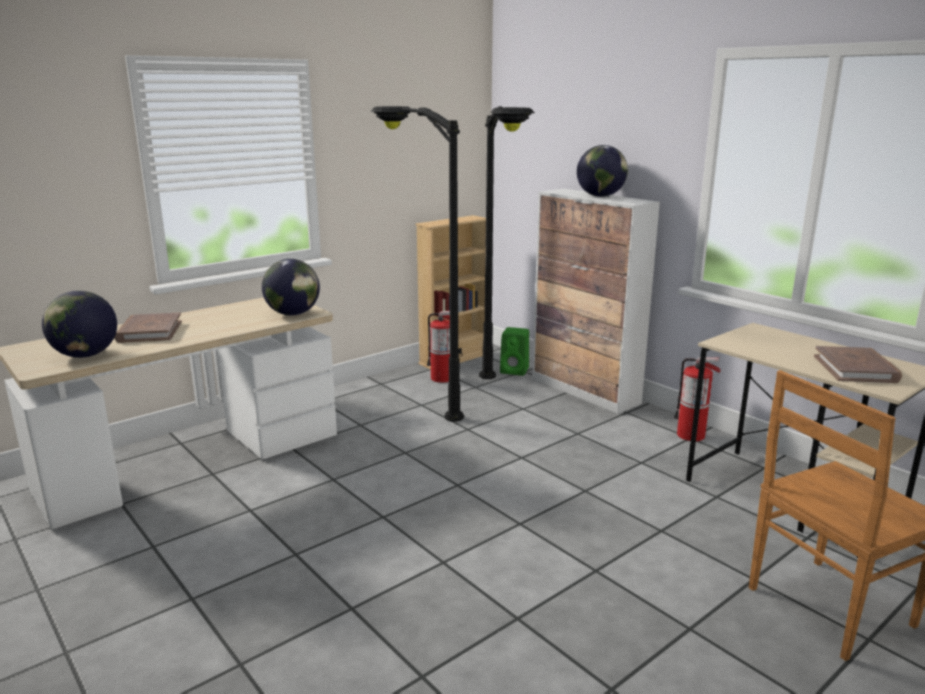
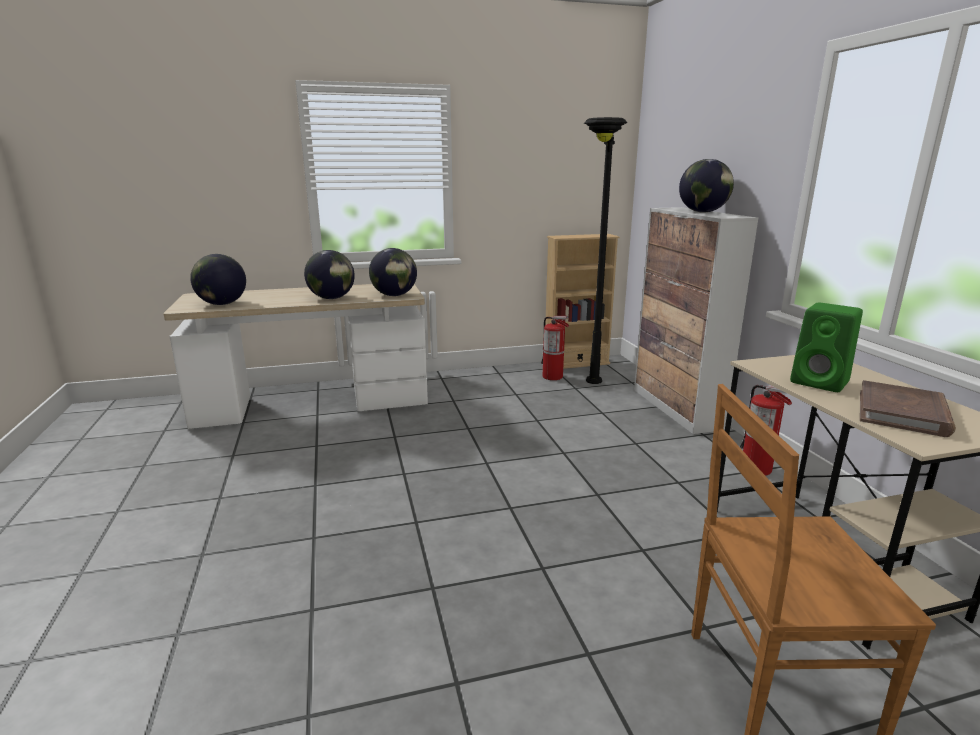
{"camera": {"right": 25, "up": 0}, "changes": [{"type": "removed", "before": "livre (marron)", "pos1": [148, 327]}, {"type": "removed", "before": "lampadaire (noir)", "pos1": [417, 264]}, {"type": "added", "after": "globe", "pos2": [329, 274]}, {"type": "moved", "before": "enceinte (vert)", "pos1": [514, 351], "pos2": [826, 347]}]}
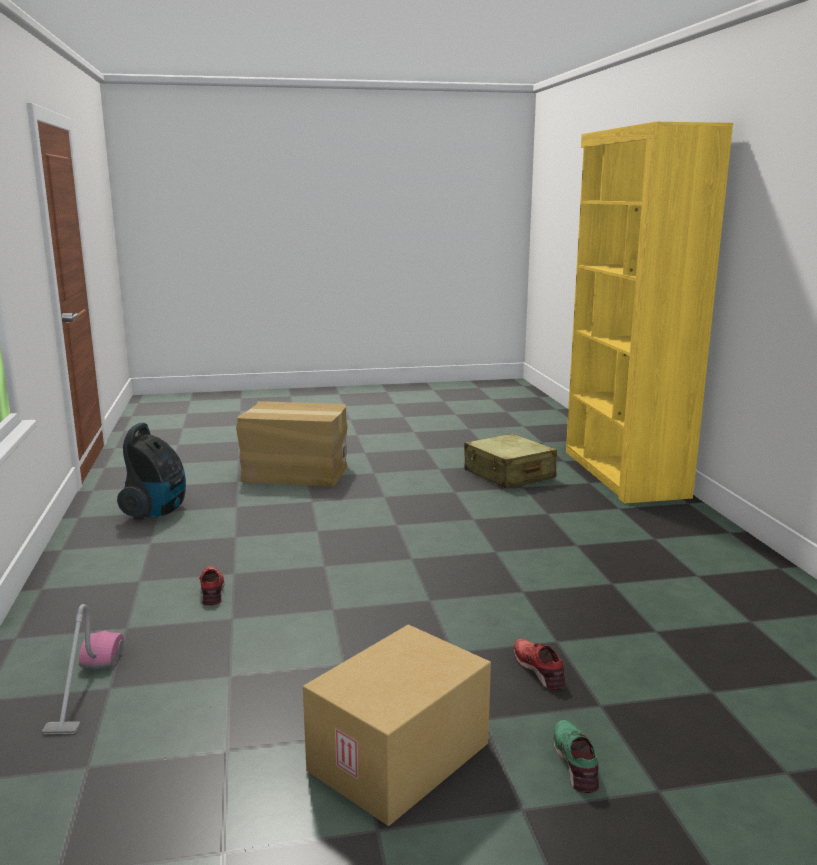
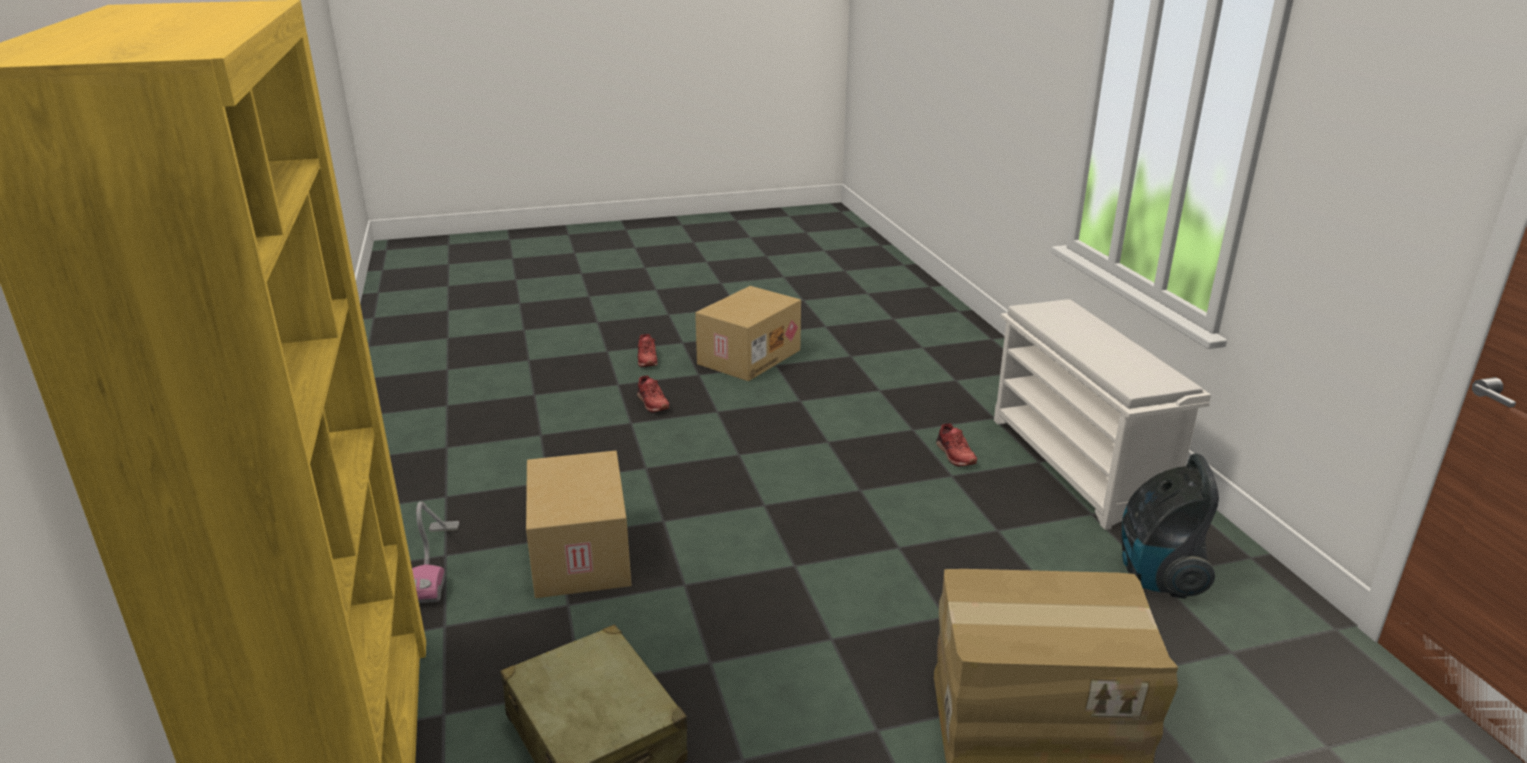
{"camera": {"right": 175, "up": 10}, "changes": [{"type": "added", "after": "carton", "pos2": [578, 524]}, {"type": "added", "after": "étagère à chaussures (blanc)", "pos2": [1102, 414]}, {"type": "moved", "before": "aspirateur", "pos1": [83, 669], "pos2": [435, 552]}, {"type": "recoloured", "before": "chaussure (vert)", "after": "chaussure (rouge)", "pos1": [576, 756], "pos2": [648, 350]}]}
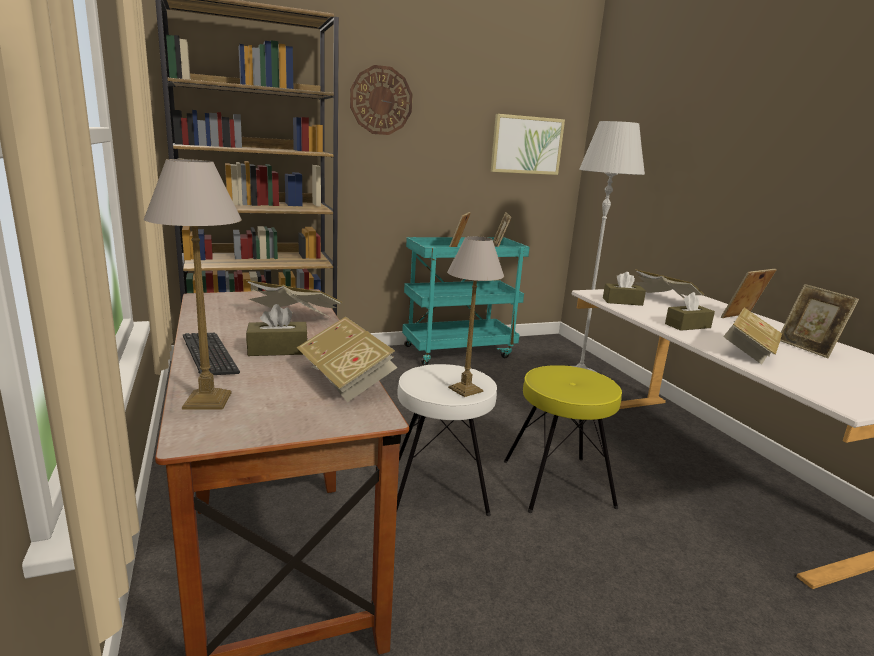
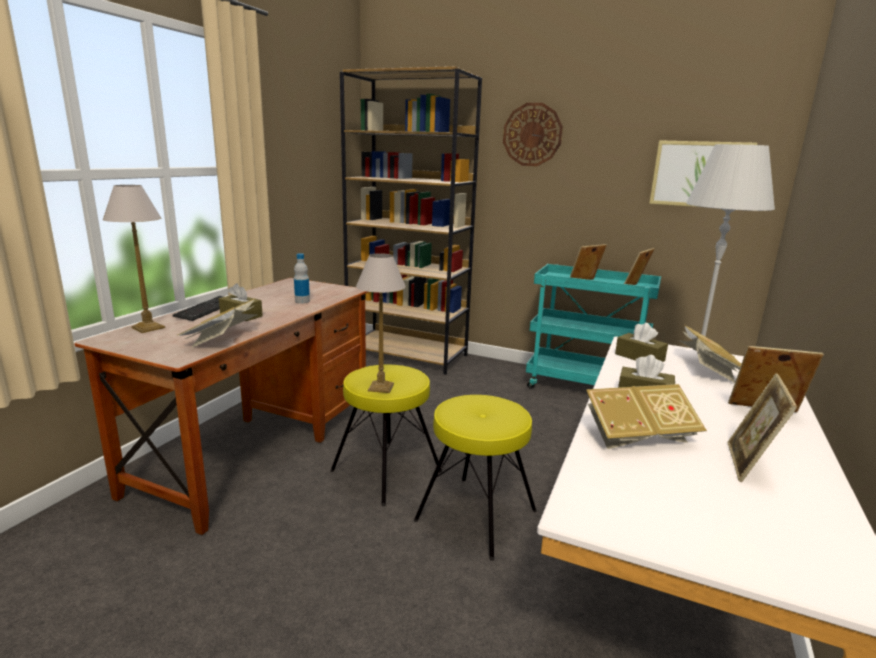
{"camera": {"right": 45, "up": 0}, "changes": [{"type": "replaced", "before": "livre", "after": "bouteille", "pos1": [294, 298], "pos2": [302, 278]}, {"type": "recoloured", "before": "tabouret (blanc)", "after": "tabouret (jaune)", "pos1": [447, 440], "pos2": [386, 435]}]}
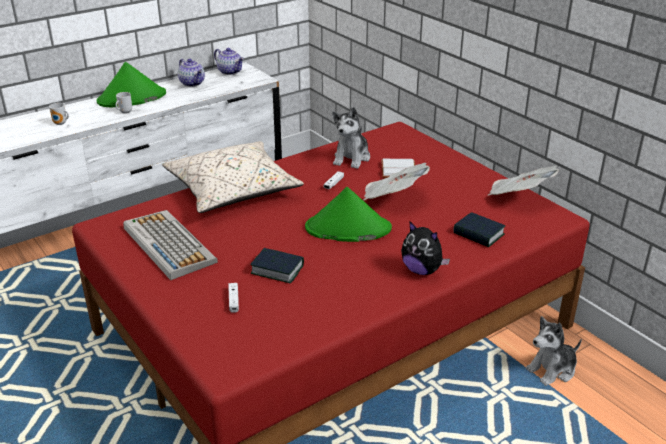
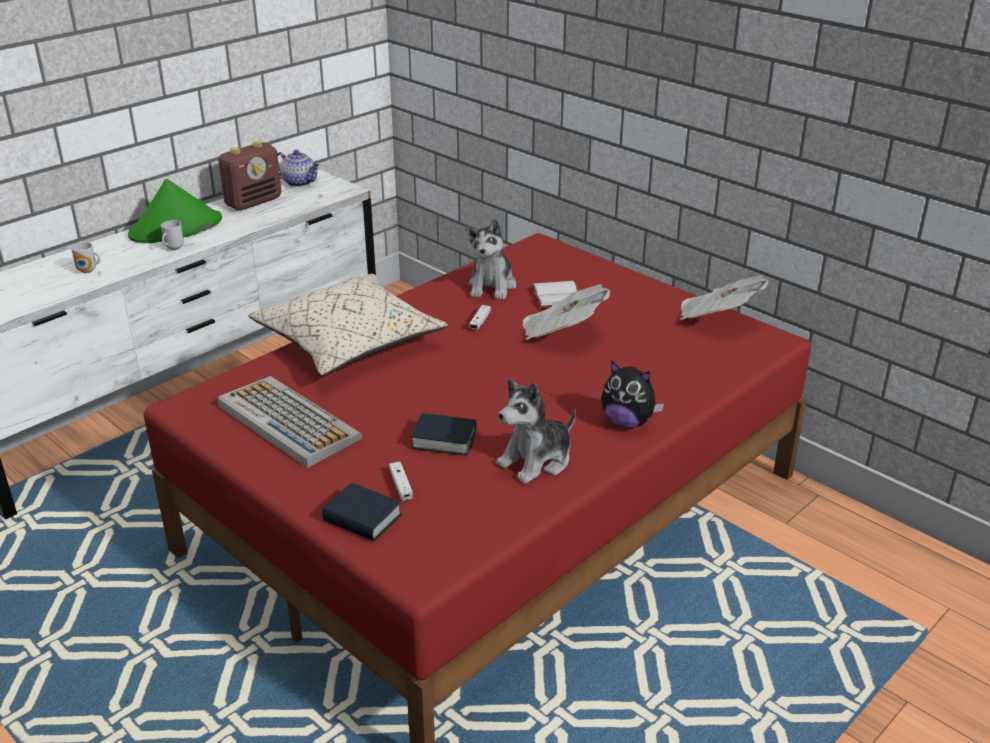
{"camera": {"right": -10, "up": 0}, "changes": [{"type": "removed", "before": "chapeau (vert)", "pos1": [348, 214]}, {"type": "moved", "before": "livre", "pos1": [479, 229], "pos2": [362, 512]}, {"type": "moved", "before": "peluche", "pos1": [554, 351], "pos2": [536, 431]}, {"type": "replaced", "before": "théière", "after": "radio", "pos1": [191, 73], "pos2": [249, 175]}]}
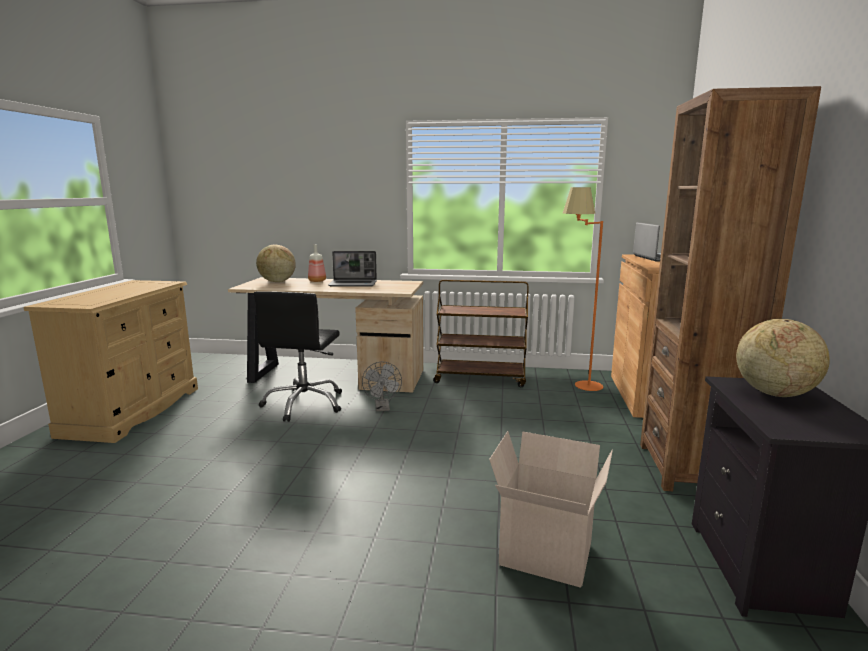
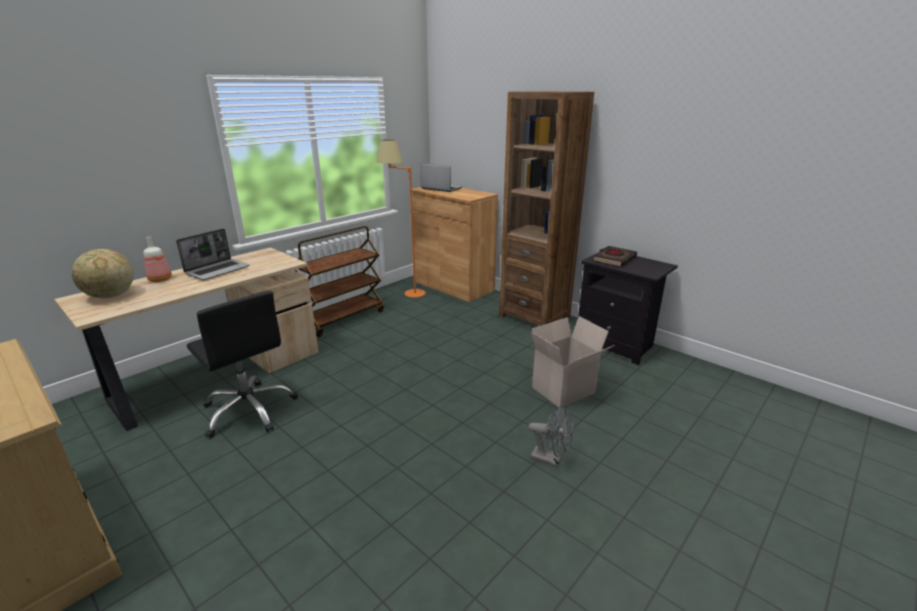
{"camera": {"right": -55, "up": 10}, "changes": [{"type": "moved", "before": "ventilateur (gris)", "pos1": [382, 386], "pos2": [550, 436]}, {"type": "replaced", "before": "globe", "after": "livre (noir)", "pos1": [783, 358], "pos2": [615, 256]}]}
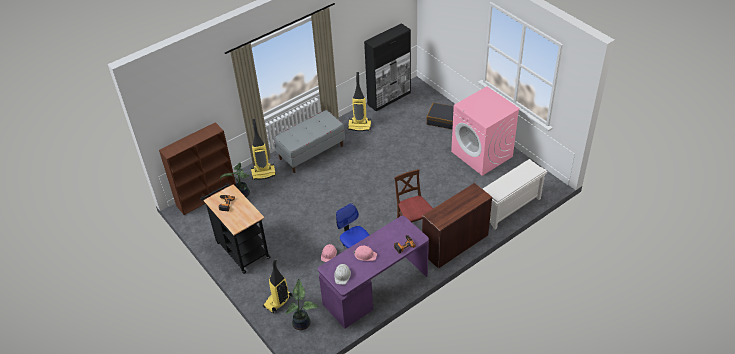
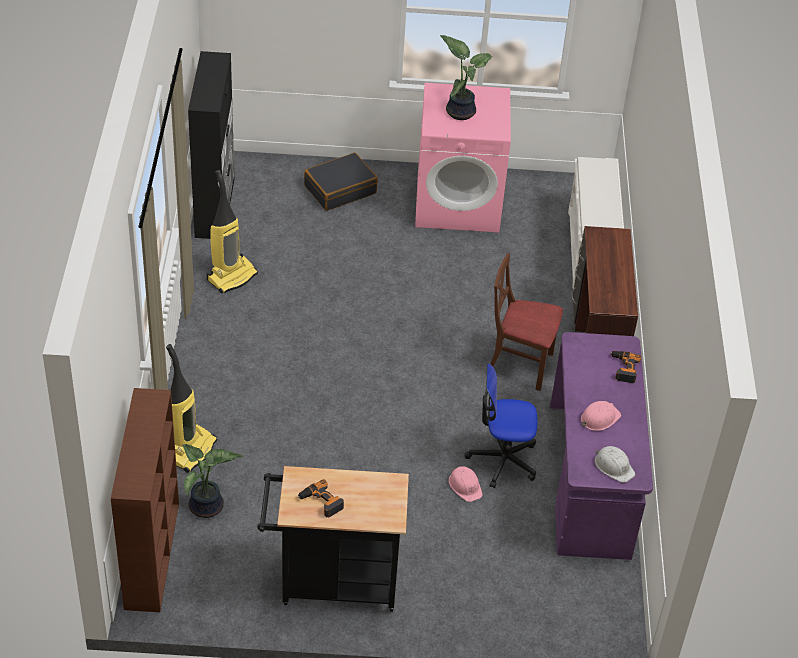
{"camera": {"right": -55, "up": 0}, "changes": [{"type": "removed", "before": "aspirateur", "pos1": [278, 286]}, {"type": "removed", "before": "banc (gris)", "pos1": [309, 141]}, {"type": "moved", "before": "plante en pot", "pos1": [302, 304], "pos2": [466, 77]}]}
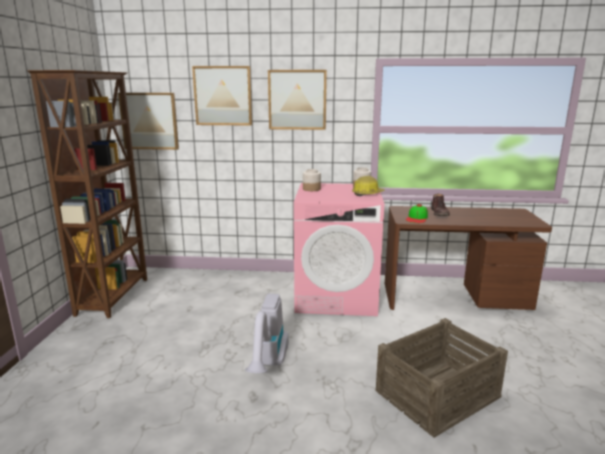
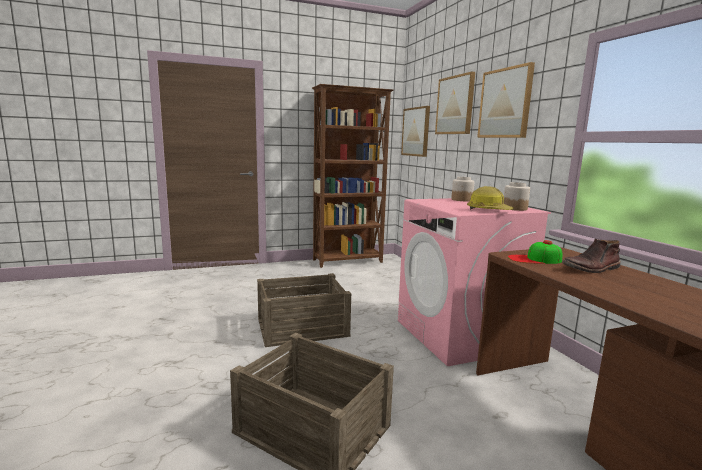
{"camera": {"right": 65, "up": -5}, "changes": [{"type": "replaced", "before": "aspirateur", "after": "caisse", "pos1": [267, 333], "pos2": [304, 310]}]}
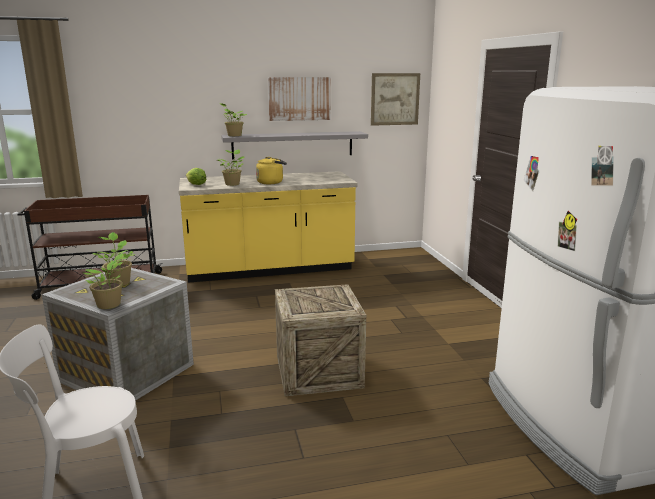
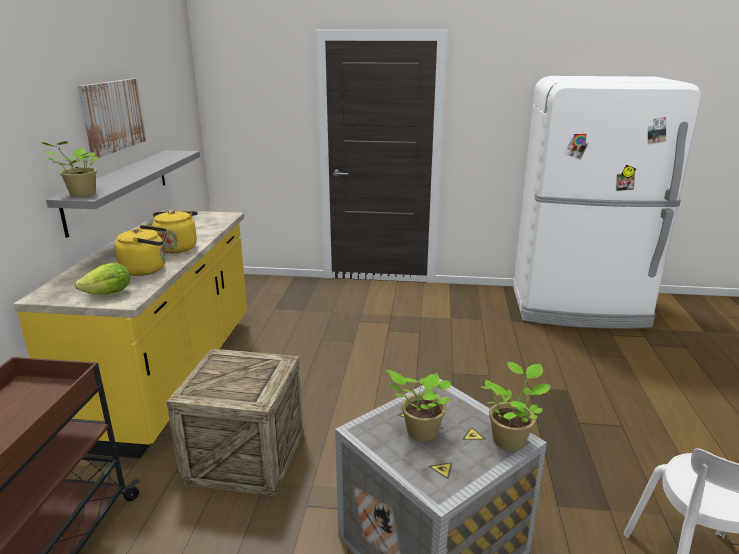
{"camera": {"right": -70, "up": 5}, "changes": [{"type": "removed", "before": "tableau", "pos1": [395, 99]}, {"type": "moved", "before": "caisse", "pos1": [320, 340], "pos2": [235, 422]}, {"type": "replaced", "before": "plante en pot", "after": "bouilloire (jaune)", "pos1": [231, 167], "pos2": [141, 250]}]}
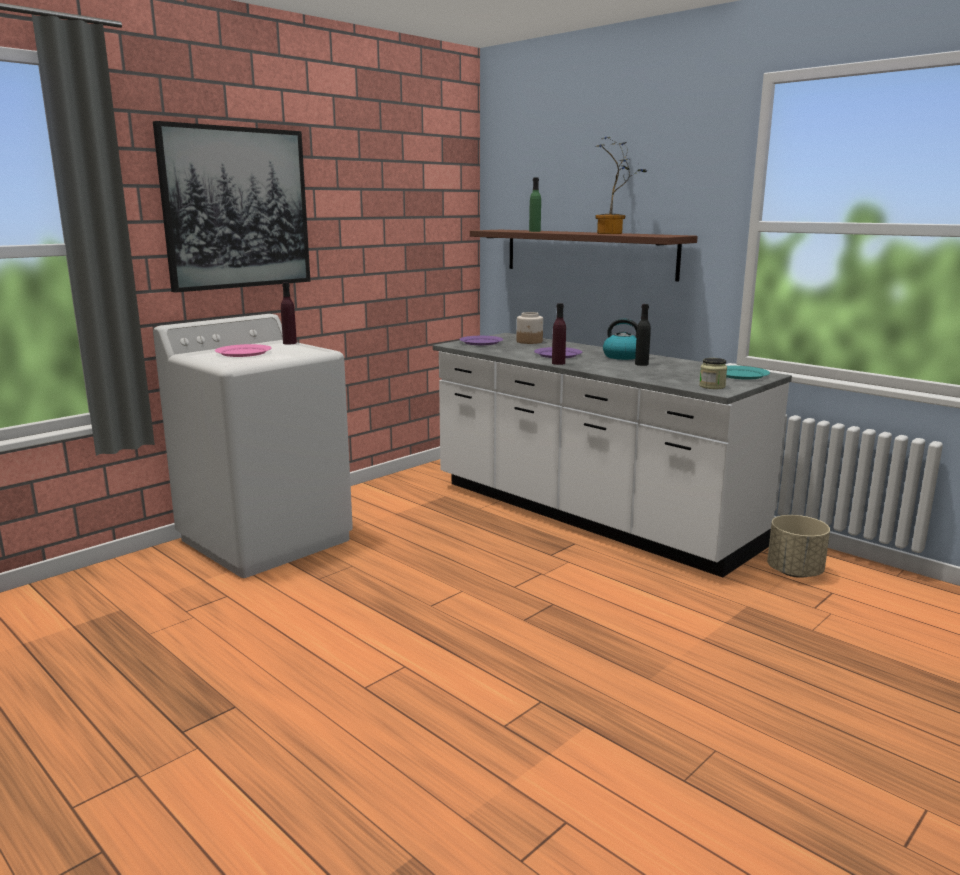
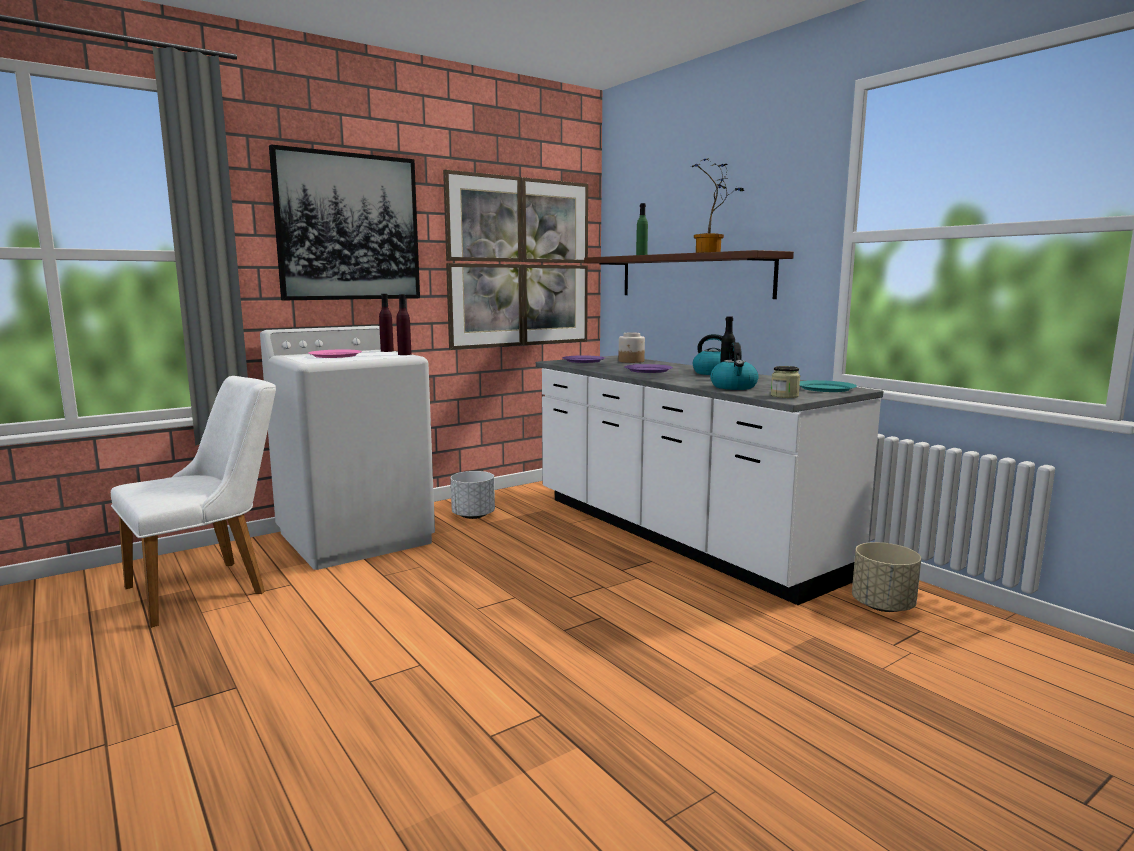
{"camera": {"right": 10, "up": -5}, "changes": [{"type": "added", "after": "chaise (blanc)", "pos2": [193, 502]}, {"type": "added", "after": "tableau", "pos2": [515, 260]}, {"type": "added", "after": "cache-pot (blanc)", "pos2": [473, 495]}, {"type": "added", "after": "bouilloire", "pos2": [735, 366]}, {"type": "moved", "before": "bouteille (violet)", "pos1": [559, 334], "pos2": [403, 324]}]}
